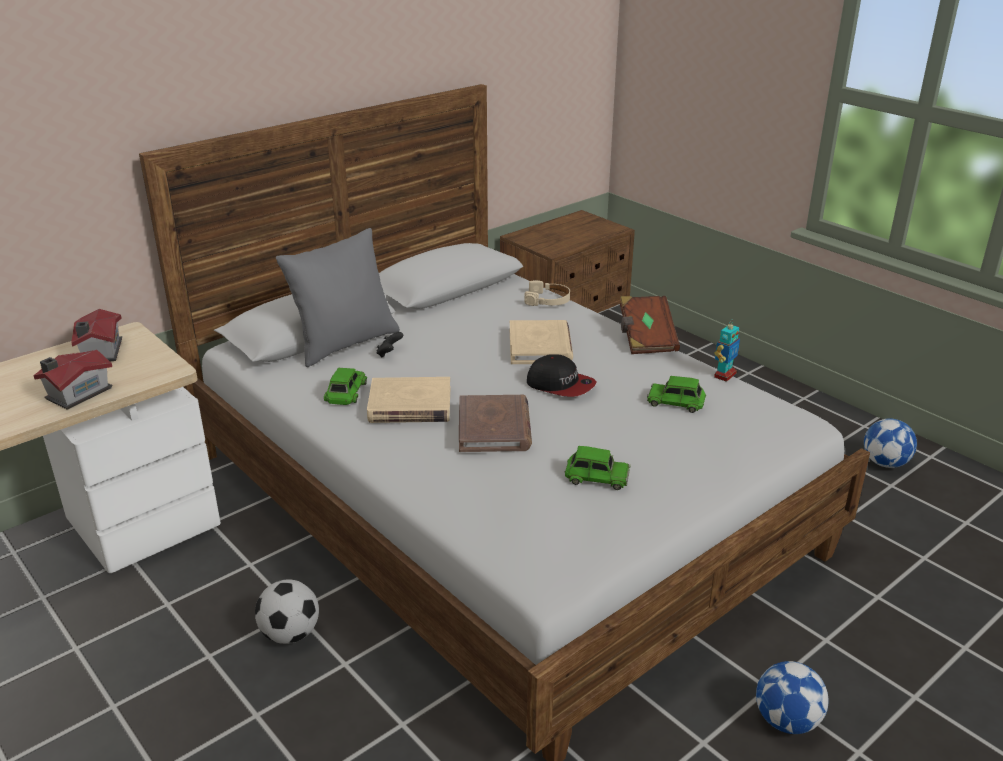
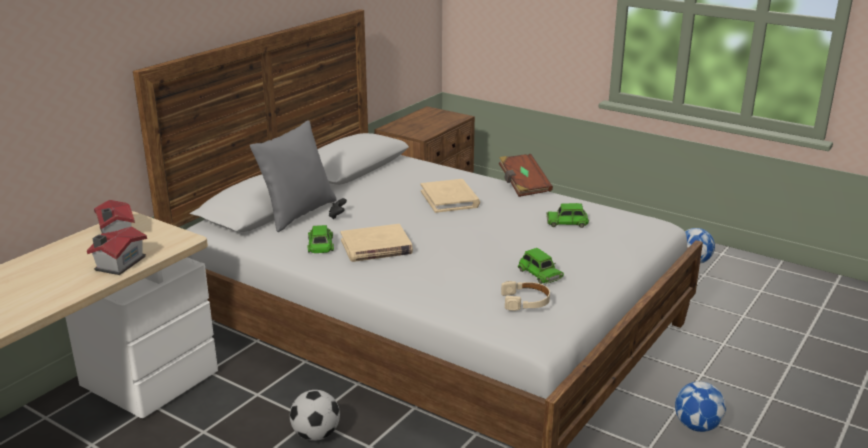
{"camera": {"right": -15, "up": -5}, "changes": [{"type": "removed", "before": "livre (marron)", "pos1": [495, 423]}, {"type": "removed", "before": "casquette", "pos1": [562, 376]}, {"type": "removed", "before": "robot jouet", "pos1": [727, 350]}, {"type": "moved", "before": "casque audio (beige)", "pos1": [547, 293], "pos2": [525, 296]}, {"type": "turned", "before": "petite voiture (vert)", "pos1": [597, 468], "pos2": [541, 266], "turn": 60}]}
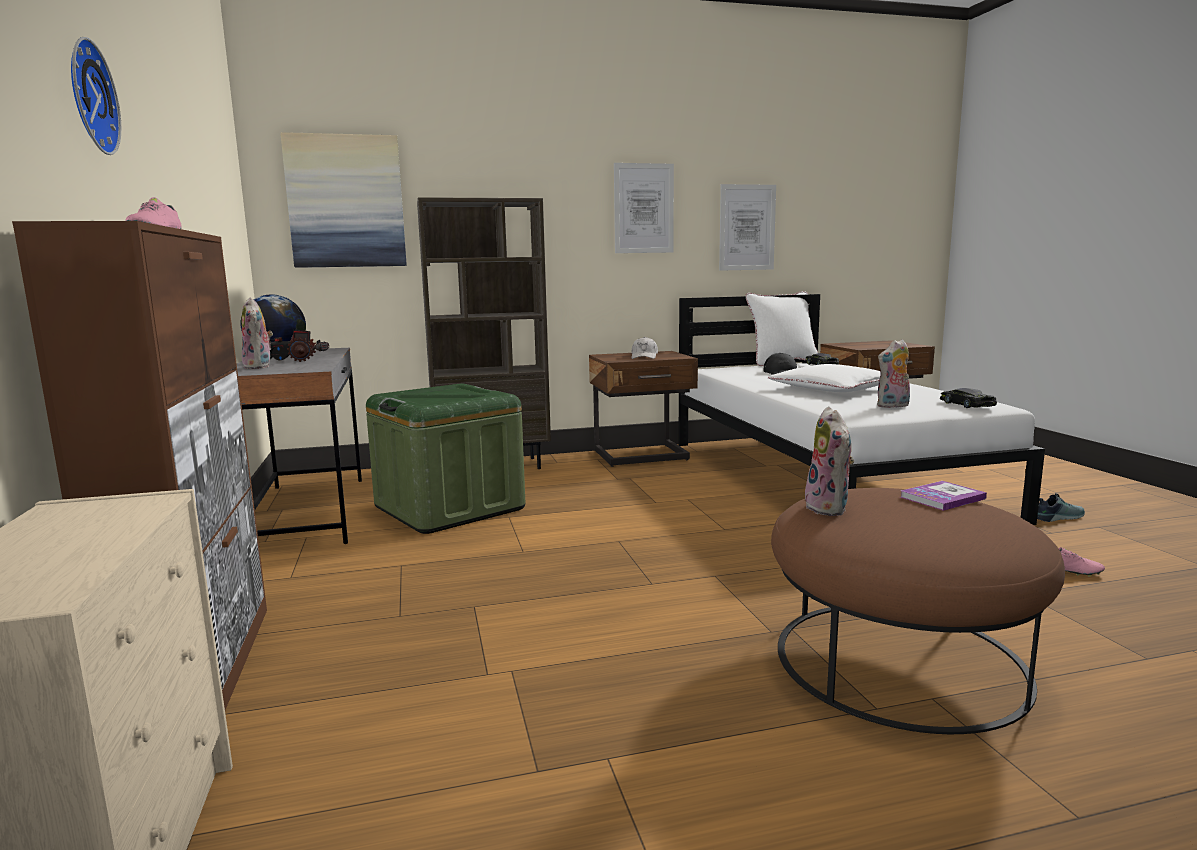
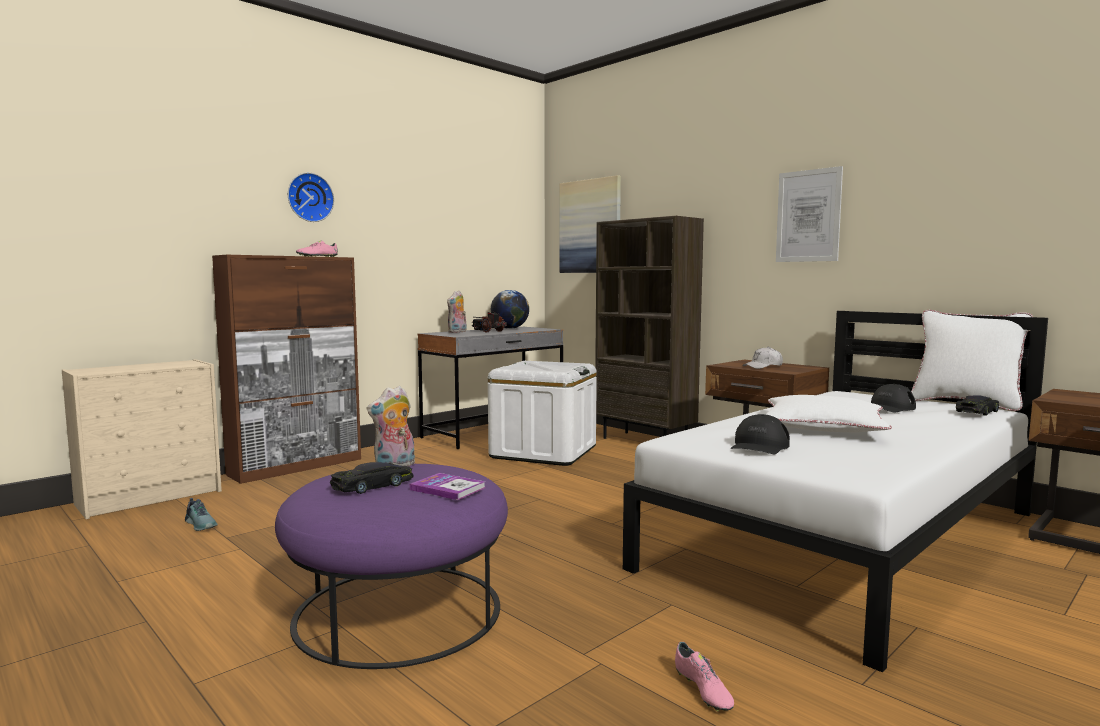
{"camera": {"right": 60, "up": -5}, "changes": [{"type": "removed", "before": "tableau", "pos1": [747, 227]}, {"type": "moved", "before": "petite voiture (noir)", "pos1": [968, 398], "pos2": [372, 478]}, {"type": "moved", "before": "chaussure", "pos1": [1061, 507], "pos2": [201, 514]}, {"type": "replaced", "before": "peluche", "after": "casquette (noir)", "pos1": [893, 374], "pos2": [760, 434]}, {"type": "recoloured", "before": "boîte de rangement (vert)", "after": "boîte de rangement (blanc)", "pos1": [445, 458], "pos2": [542, 413]}, {"type": "recoloured", "before": "pouf (marron)", "after": "pouf (violet)", "pos1": [918, 611], "pos2": [391, 566]}]}
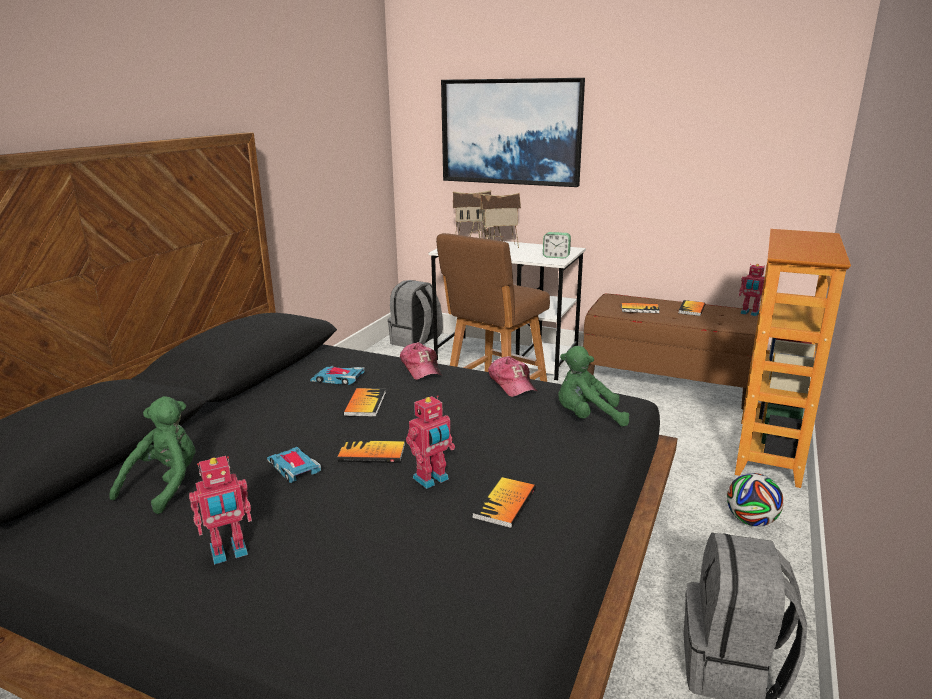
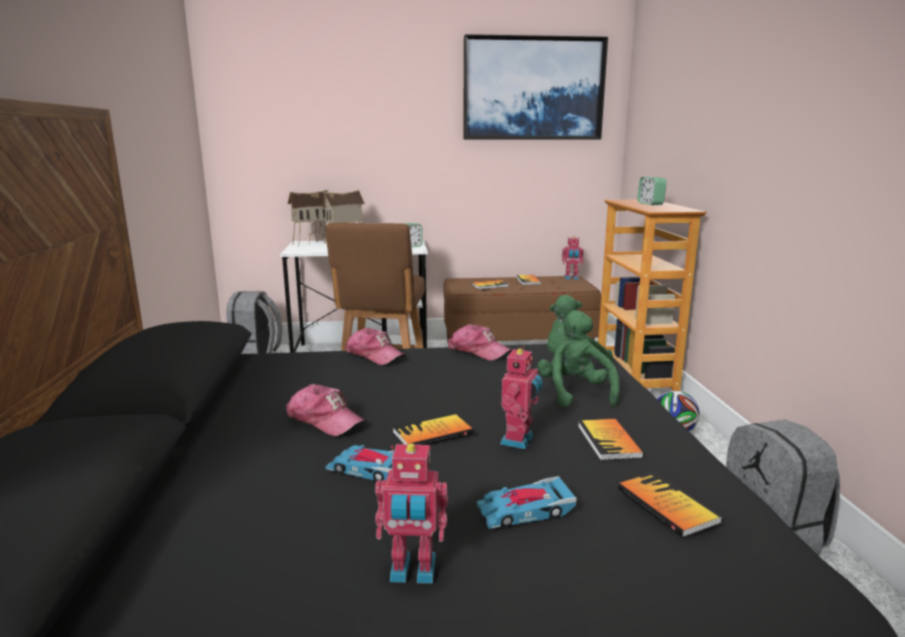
{"camera": {"right": -30, "up": -5}, "changes": [{"type": "added", "after": "casquette", "pos2": [326, 410]}, {"type": "added", "after": "réveil", "pos2": [652, 191]}, {"type": "moved", "before": "peluche (vert)", "pos1": [152, 455], "pos2": [578, 359]}, {"type": "moved", "before": "petite voiture", "pos1": [337, 375], "pos2": [527, 502]}, {"type": "moved", "before": "livre", "pos1": [364, 402], "pos2": [670, 504]}, {"type": "moved", "before": "tableau", "pos1": [513, 132], "pos2": [535, 86]}, {"type": "turned", "before": "robot jouet", "pos1": [220, 510], "pos2": [411, 513], "turn": 60}]}
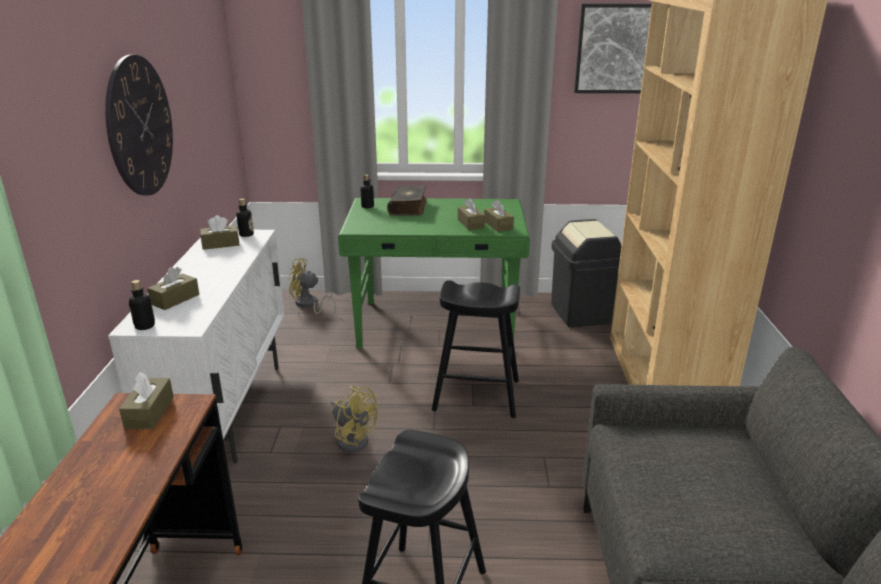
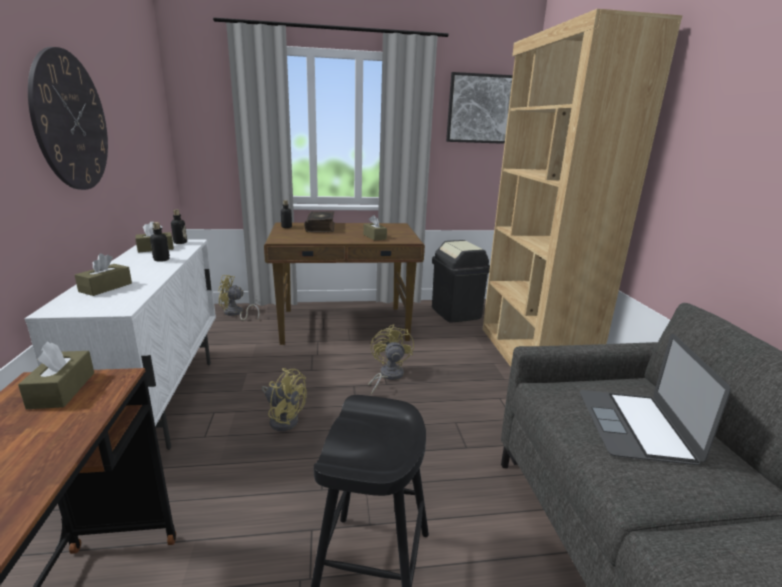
{"camera": {"right": -10, "up": -5}, "changes": [{"type": "removed", "before": "boîte à mouchoirs (marron)", "pos1": [499, 216]}, {"type": "added", "after": "ordinateur portable", "pos2": [655, 399]}, {"type": "moved", "before": "bouteille", "pos1": [142, 305], "pos2": [160, 242]}, {"type": "replaced", "before": "tabouret (noir)", "after": "ventilateur (jaune)", "pos1": [476, 349], "pos2": [391, 359]}, {"type": "recoloured", "before": "bureau (vert)", "after": "bureau (marron)", "pos1": [434, 273], "pos2": [344, 283]}]}
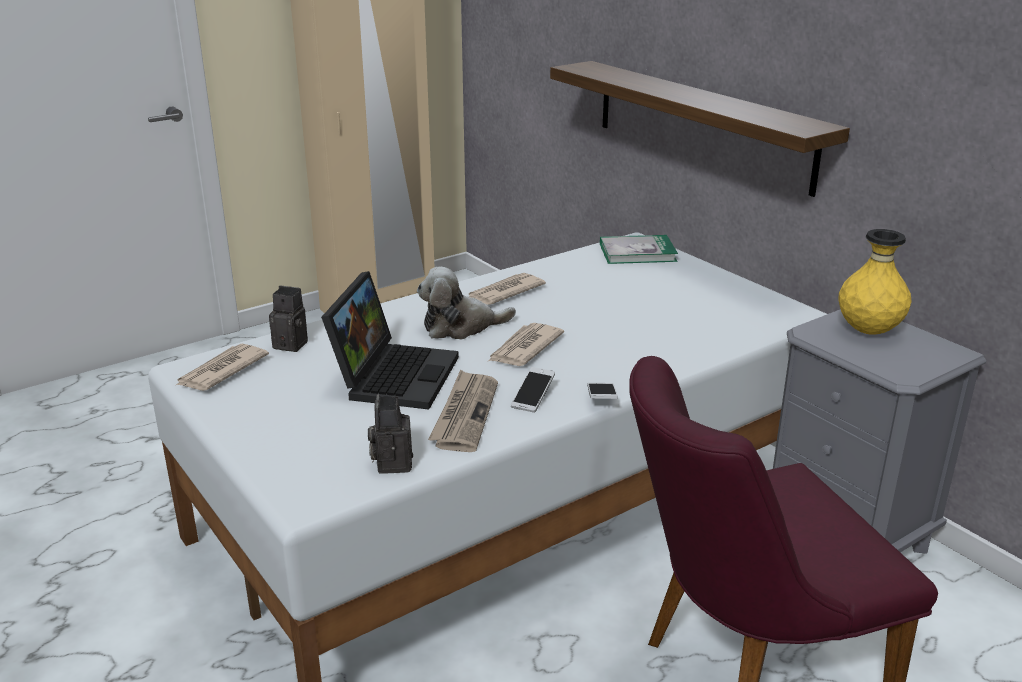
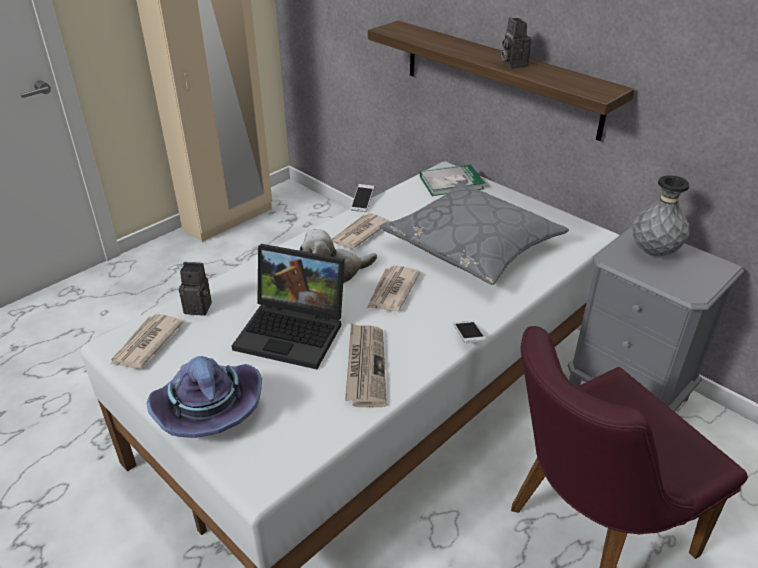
{"camera": {"right": -10, "up": 10}, "changes": [{"type": "added", "after": "chapeau (violet)", "pos2": [204, 397]}, {"type": "added", "after": "coussin (gris)", "pos2": [474, 234]}, {"type": "moved", "before": "appareil photo", "pos1": [390, 434], "pos2": [516, 43]}, {"type": "moved", "before": "téléphone", "pos1": [533, 390], "pos2": [362, 198]}, {"type": "recoloured", "before": "vase (jaune)", "after": "vase (gris)", "pos1": [875, 282], "pos2": [660, 215]}, {"type": "turned", "before": "ordinateur portable", "pos1": [390, 340], "pos2": [288, 306], "turn": 105}]}
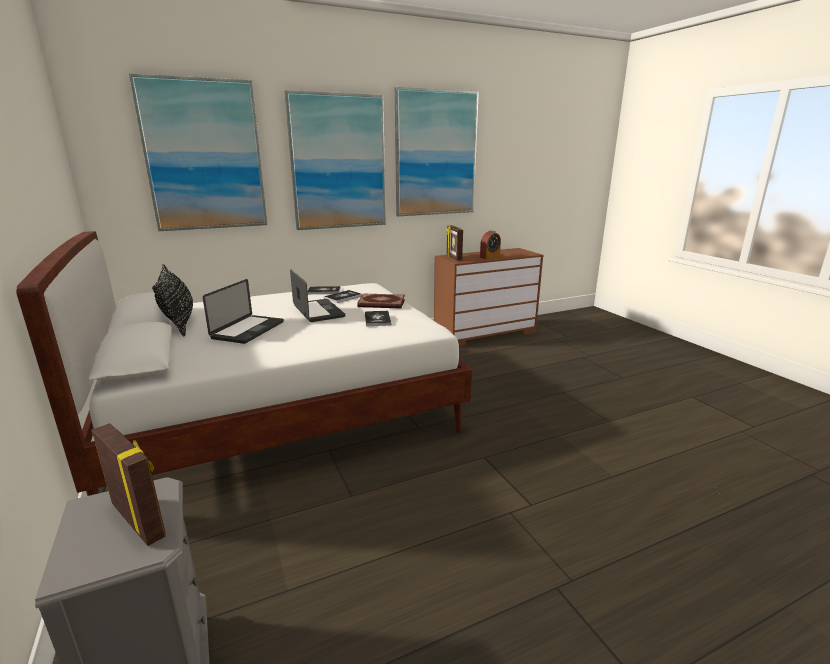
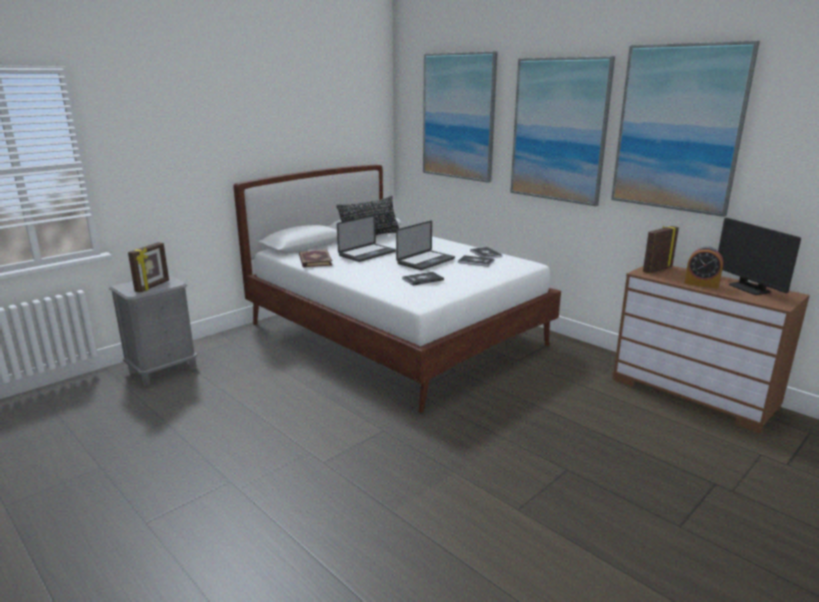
{"camera": {"right": 70, "up": 0}, "changes": [{"type": "added", "after": "écran d'ordinateur", "pos2": [759, 256]}, {"type": "moved", "before": "livre", "pos1": [381, 301], "pos2": [315, 258]}, {"type": "turned", "before": "ordinateur portable", "pos1": [243, 311], "pos2": [366, 238], "turn": -45}]}
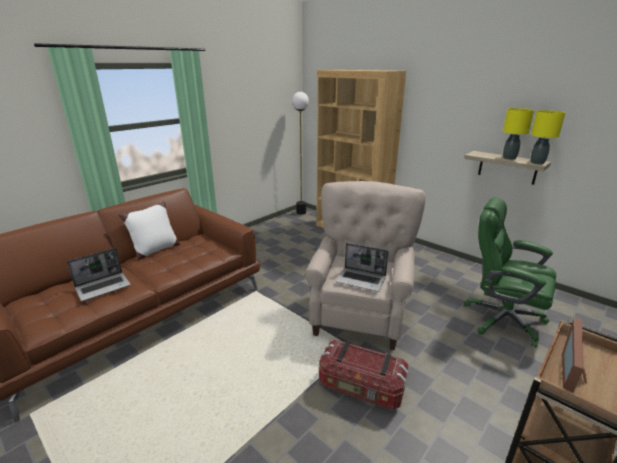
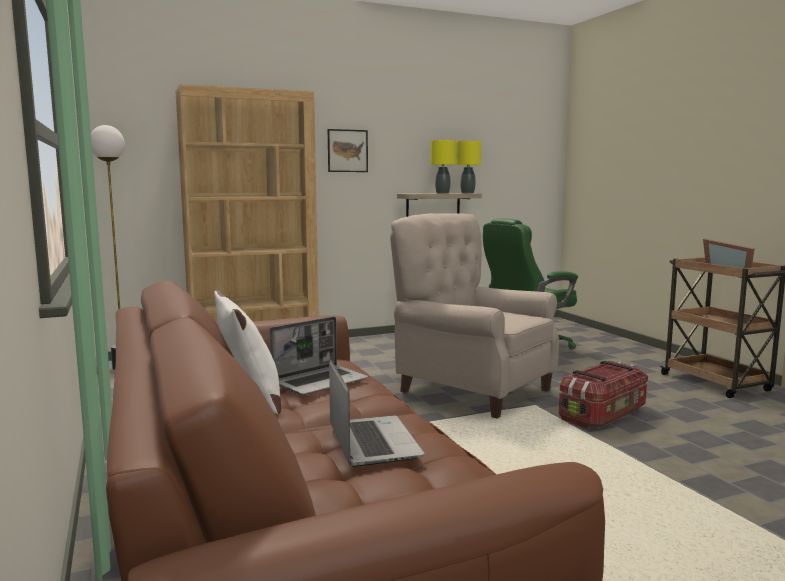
{"camera": {"right": -65, "up": -15}, "changes": [{"type": "added", "after": "tableau", "pos2": [348, 150]}, {"type": "moved", "before": "ordinateur portable", "pos1": [362, 267], "pos2": [318, 356]}]}
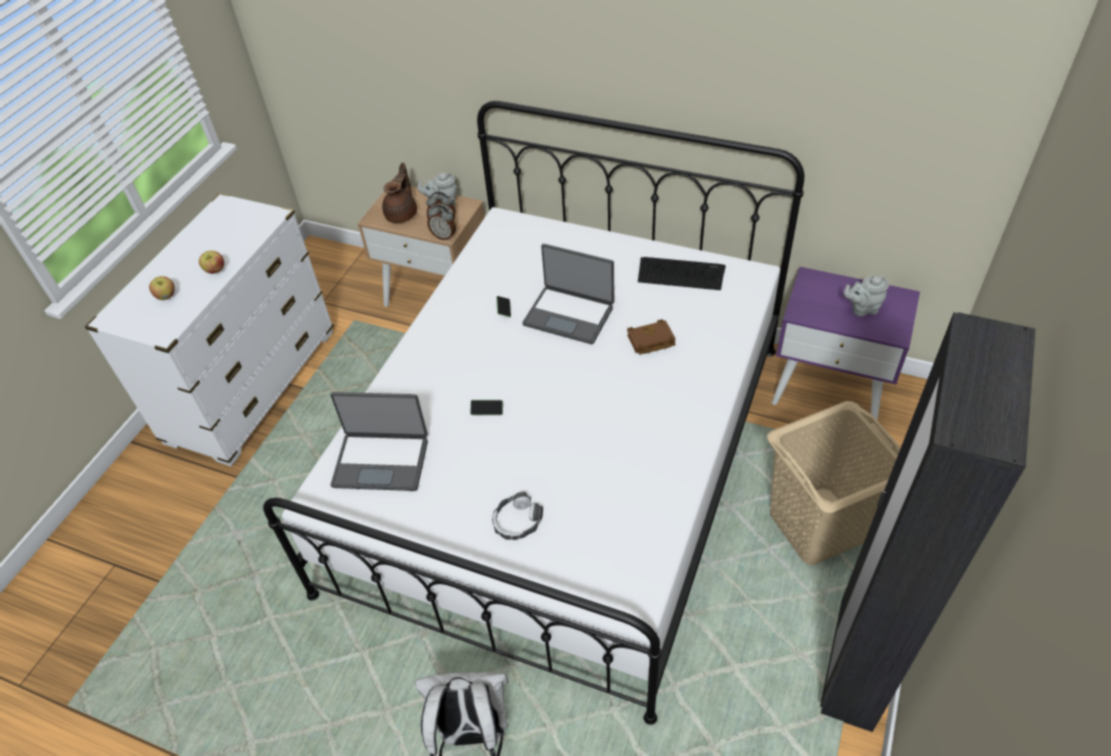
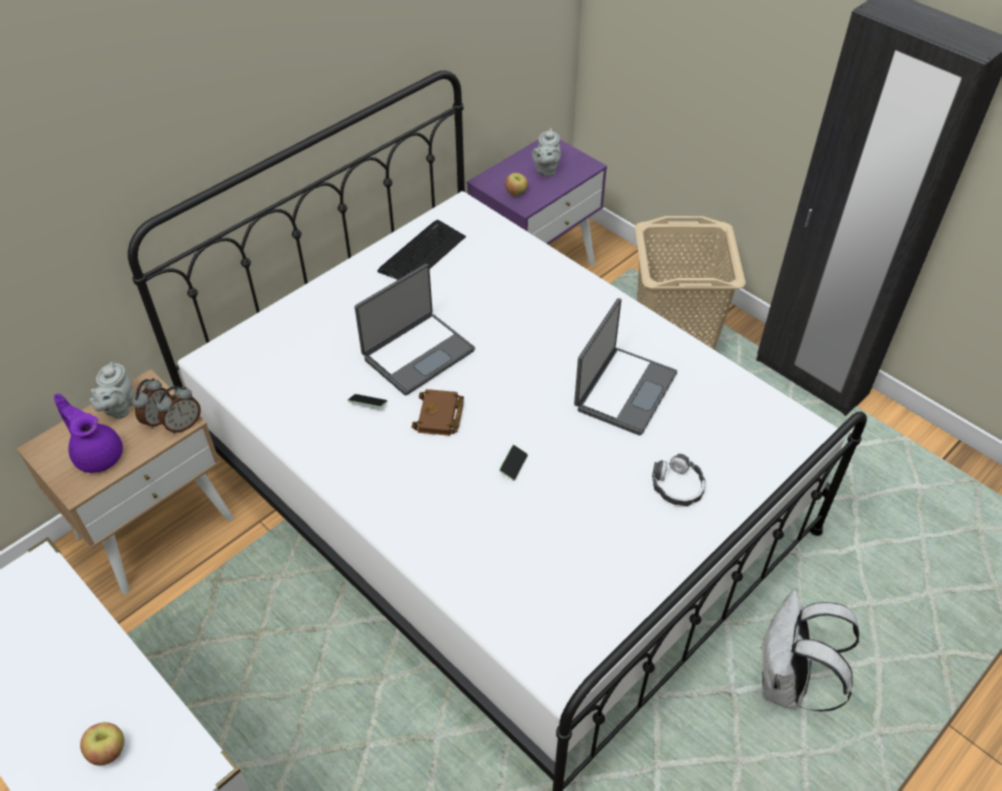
{"camera": {"right": -70, "up": 0}, "changes": [{"type": "moved", "before": "pomme", "pos1": [211, 262], "pos2": [516, 184]}, {"type": "moved", "before": "ordinateur portable", "pos1": [379, 441], "pos2": [625, 366]}, {"type": "moved", "before": "livre (marron)", "pos1": [651, 336], "pos2": [438, 412]}, {"type": "recoloured", "before": "théière (marron)", "after": "théière (violet)", "pos1": [399, 192], "pos2": [88, 433]}]}
